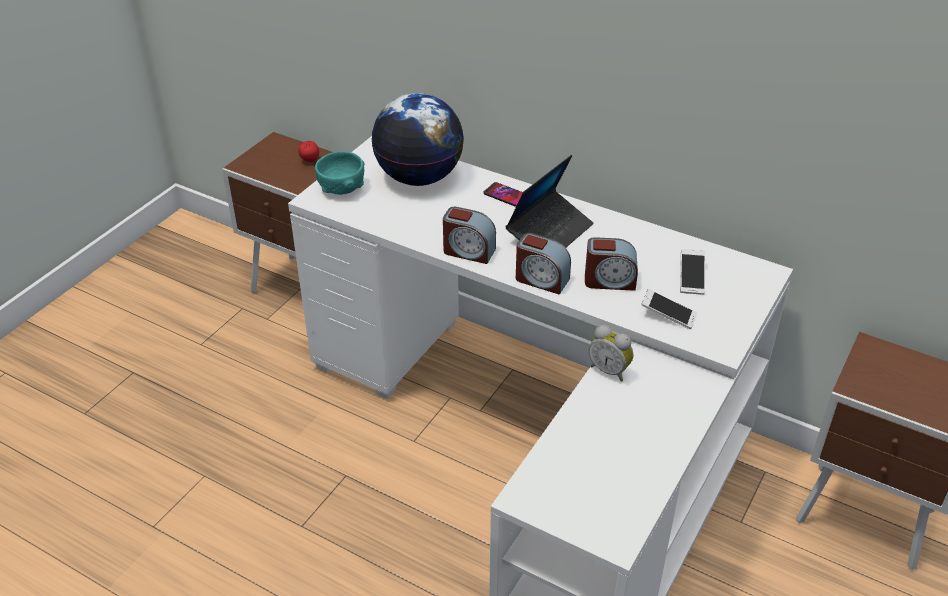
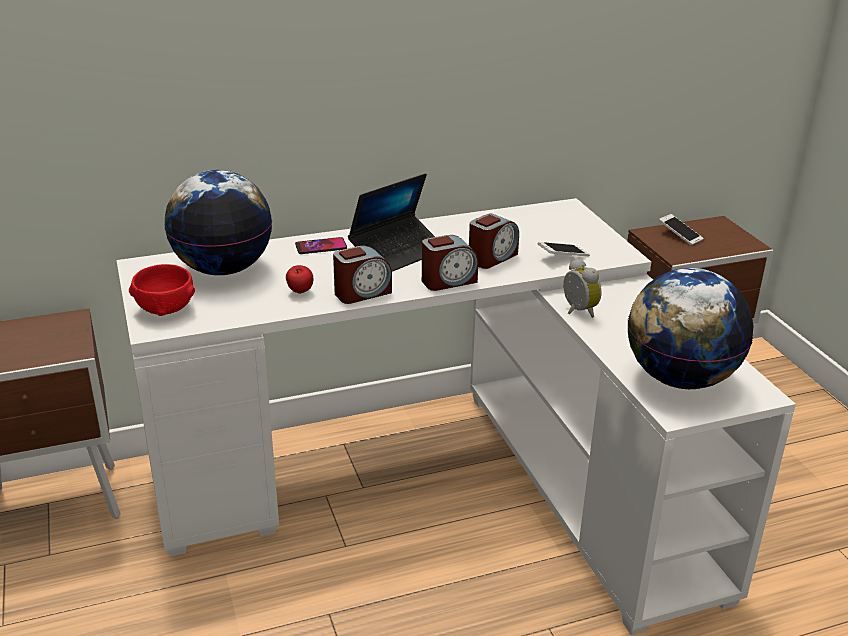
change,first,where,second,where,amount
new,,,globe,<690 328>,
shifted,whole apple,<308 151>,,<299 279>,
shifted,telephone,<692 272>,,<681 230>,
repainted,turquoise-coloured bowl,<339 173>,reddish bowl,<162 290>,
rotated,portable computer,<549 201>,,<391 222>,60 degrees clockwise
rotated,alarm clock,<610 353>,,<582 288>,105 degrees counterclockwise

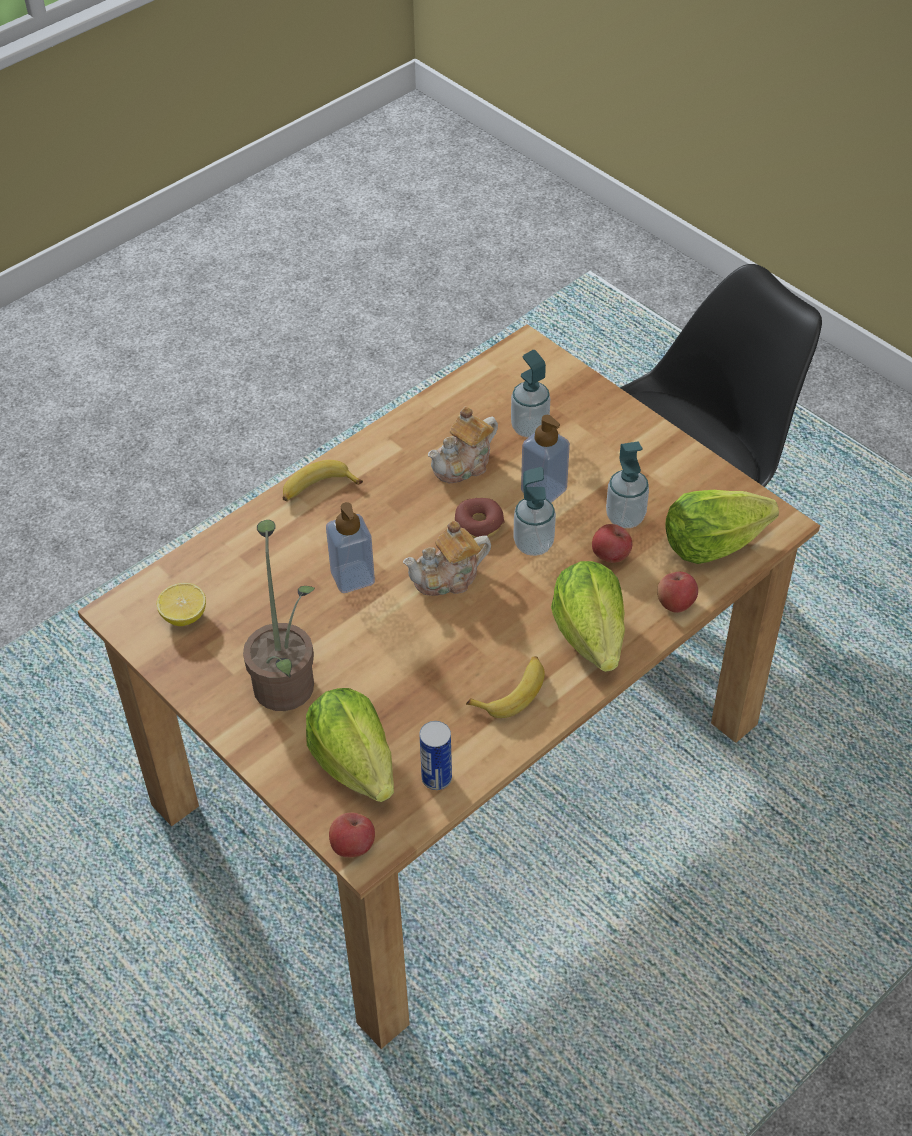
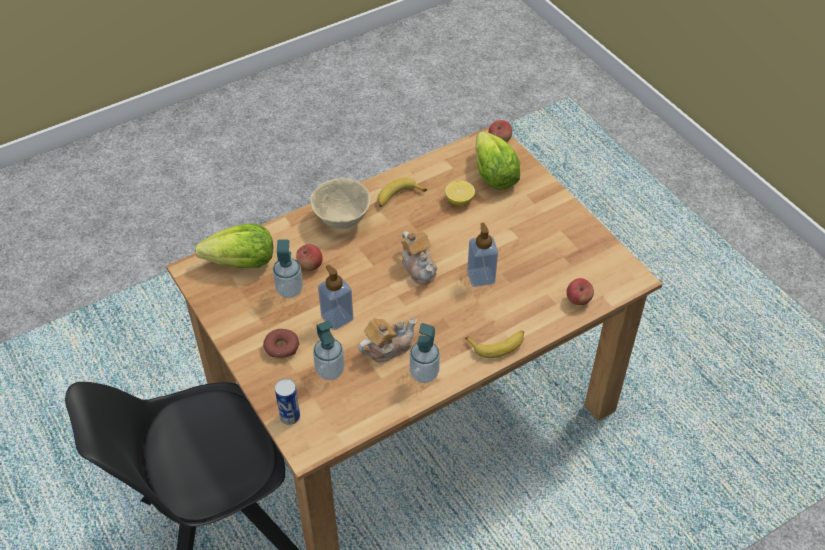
change,first,where,second,where,amount
gone,houseplant,<279 615>,,,
shifted,whole lemon,<181 604>,,<460 192>,
shifted,sealed can,<435 755>,,<287 402>,
shifted,donut,<480 518>,,<281 344>,
shifted,liquid soap bottle,<534 511>,,<425 353>,
shifted,whole apple,<677 592>,,<580 291>,
swapped,head of lettuce,<588 616>,beige-coloured bowl,<340 203>,
rotated,tea pot,<447 558>,,<419 258>,75 degrees clockwise

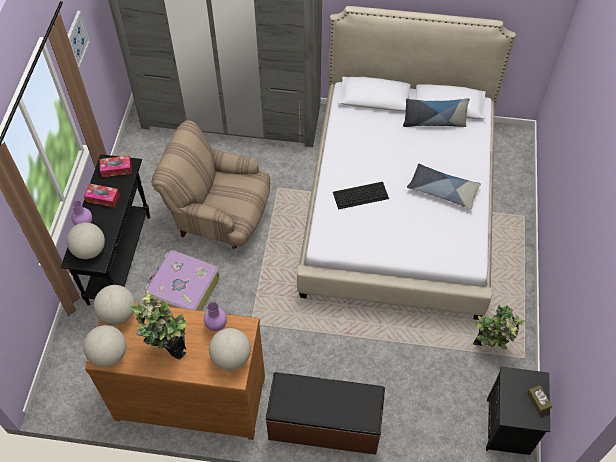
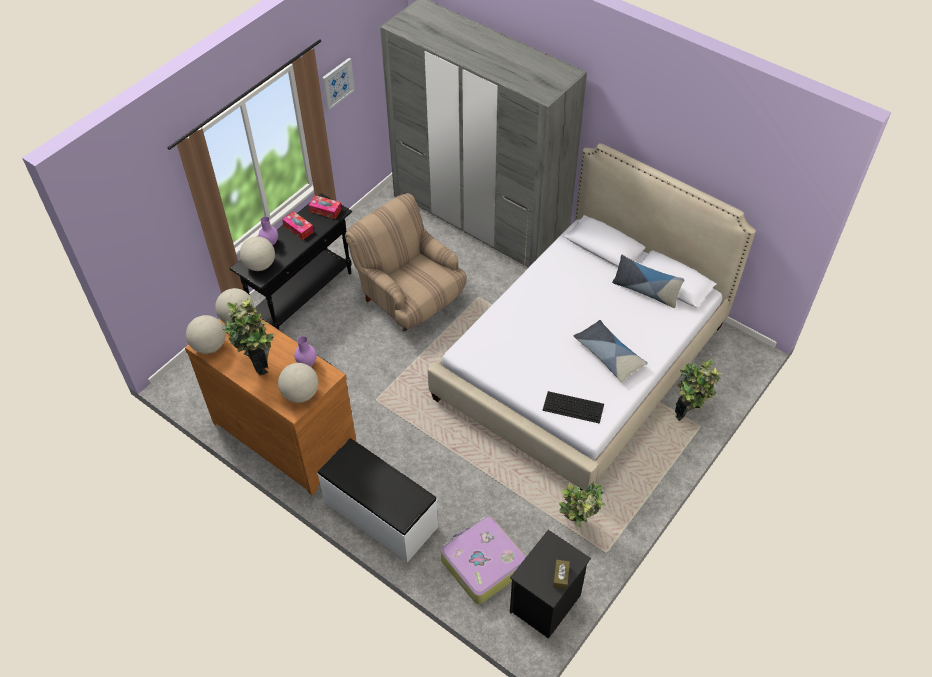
change,first,where,second,where,amount
new,,,houseplant,<698 390>,
shifted,suitcase,<182 280>,,<483 560>,
shifted,computer keyboard,<361 195>,,<573 407>,
repainted,brown long seat,<325 413>,white-coloured long seat,<378 500>,

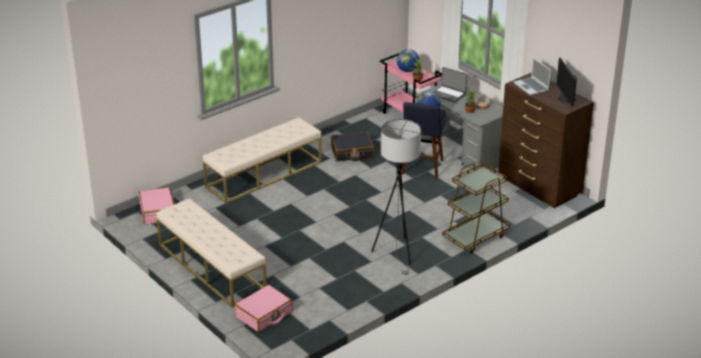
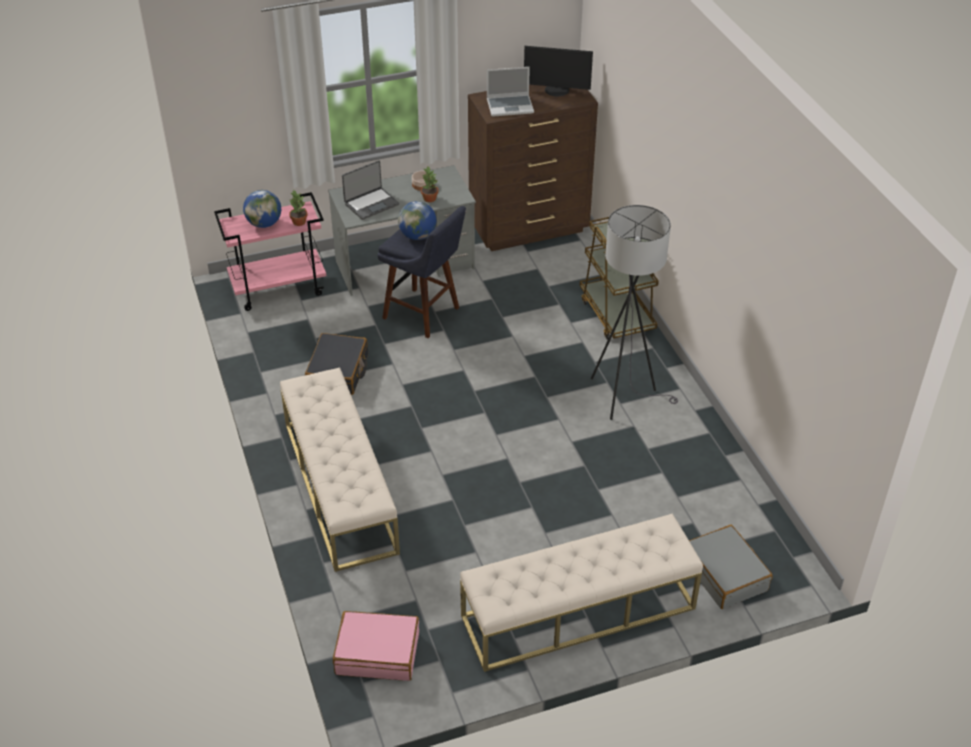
change,first,where,second,where,amount
repainted,pink-coloured suitcase,<263 308>,grey suitcase,<731 567>,

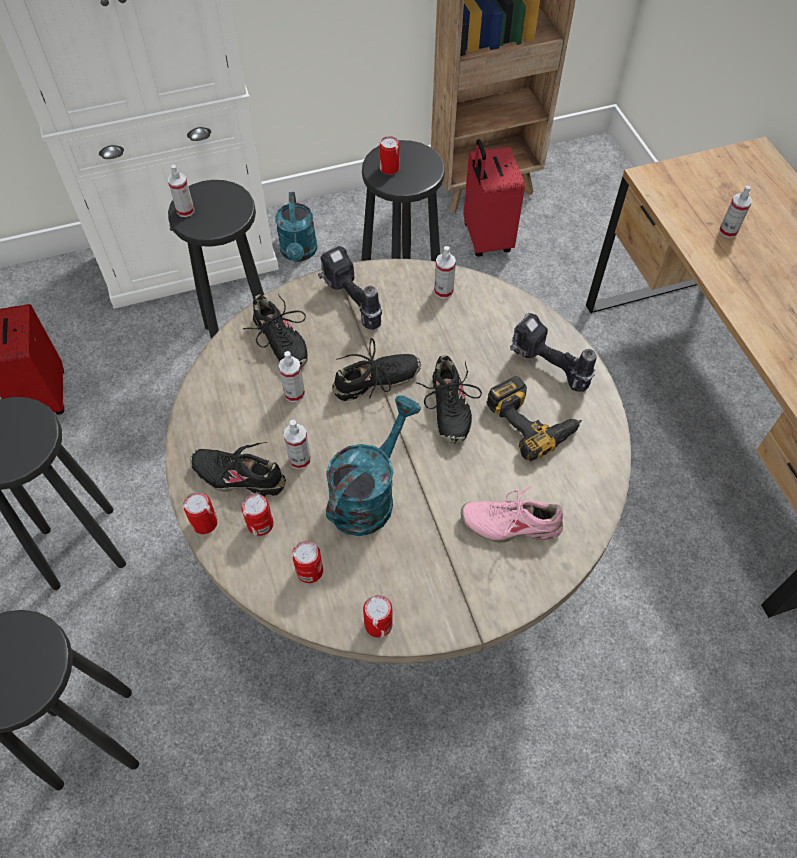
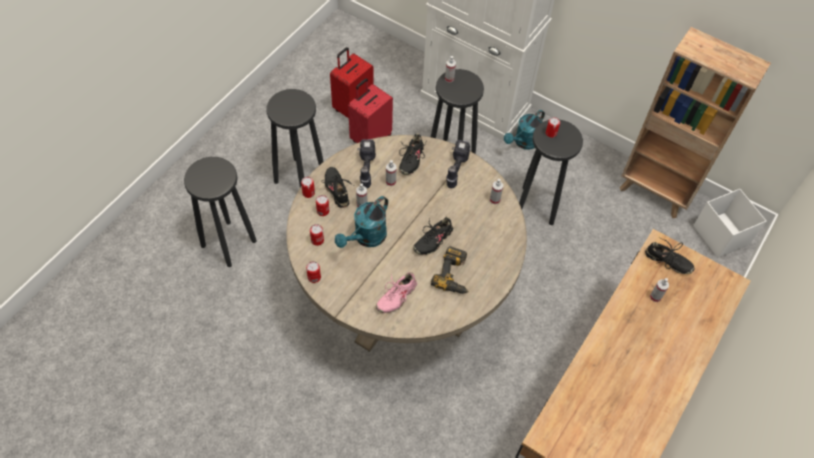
change,first,where,second,where,amount
new,,,white-coloured storage bin,<729 223>,
shifted,black item of footwear,<376 369>,,<670 255>,
shifted,reddish suitcase,<494 198>,,<370 110>,
shifted,electric drill,<553 352>,,<366 163>,
rotated,turquoise-coloured watering can,<373 465>,,<361 222>,135 degrees clockwise
rotated,pink-coloured item of footwear,<512 513>,,<396 292>,105 degrees counterclockwise

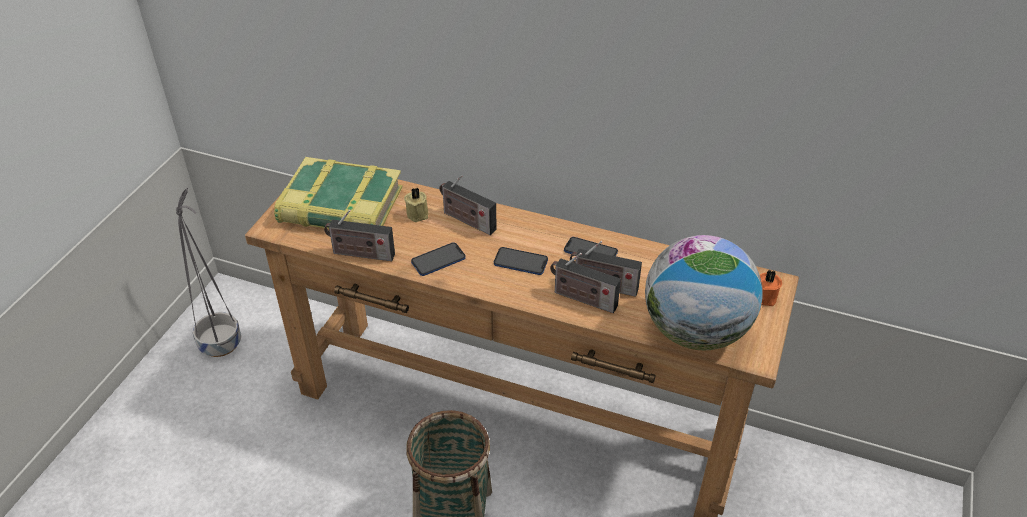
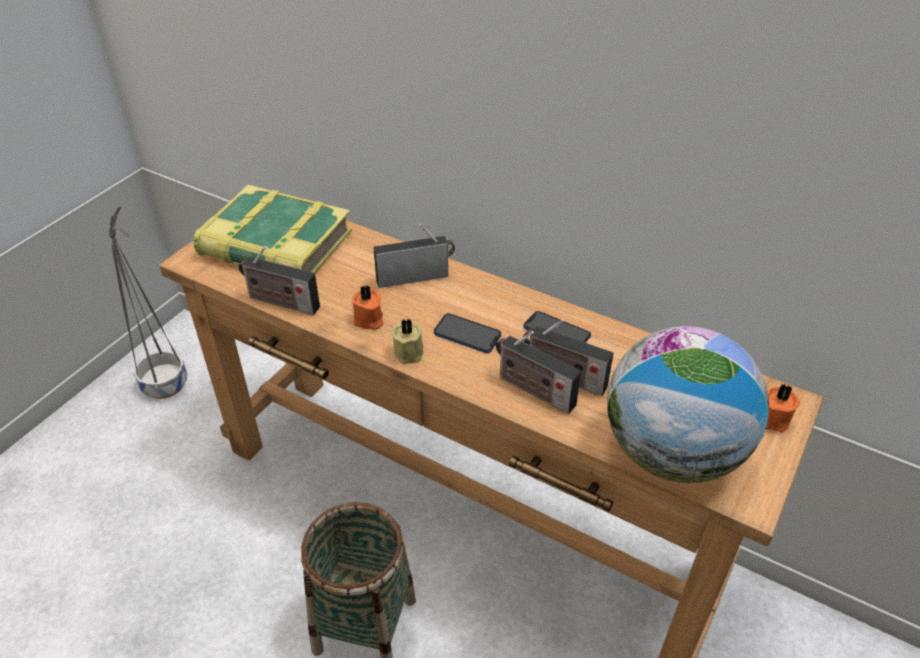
change,first,where,second,where,amount
shifted,beige-coloured candle,<416 205>,,<407 341>,
swapped,telephone,<438 259>,orange candle,<367 307>,
rotated,radio,<468 205>,,<414 256>,120 degrees clockwise

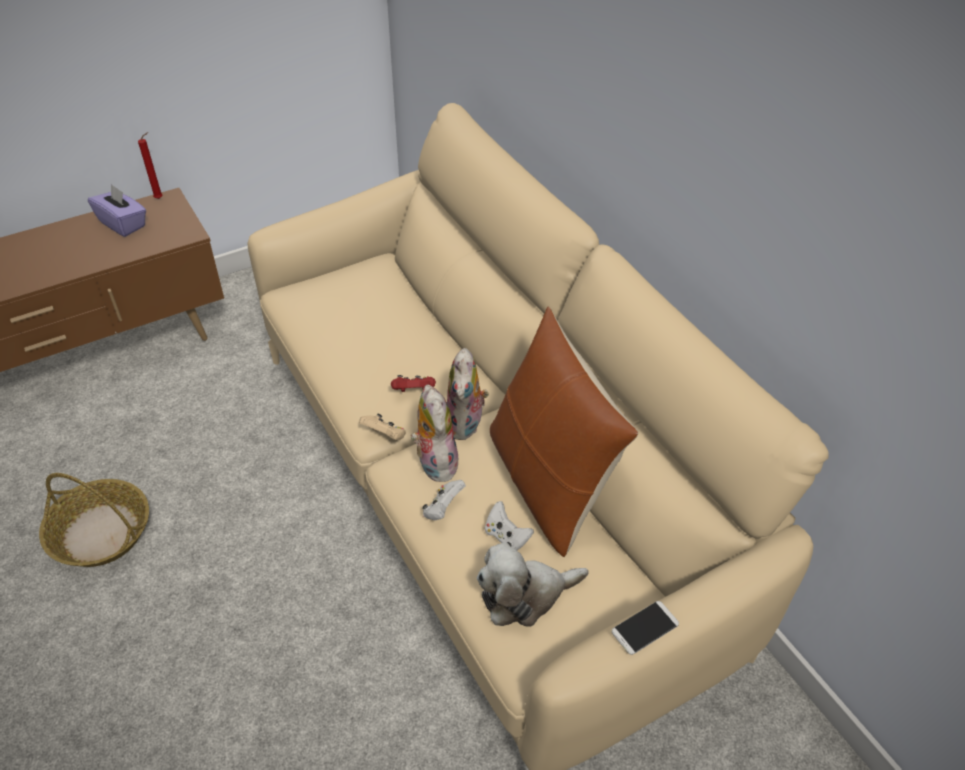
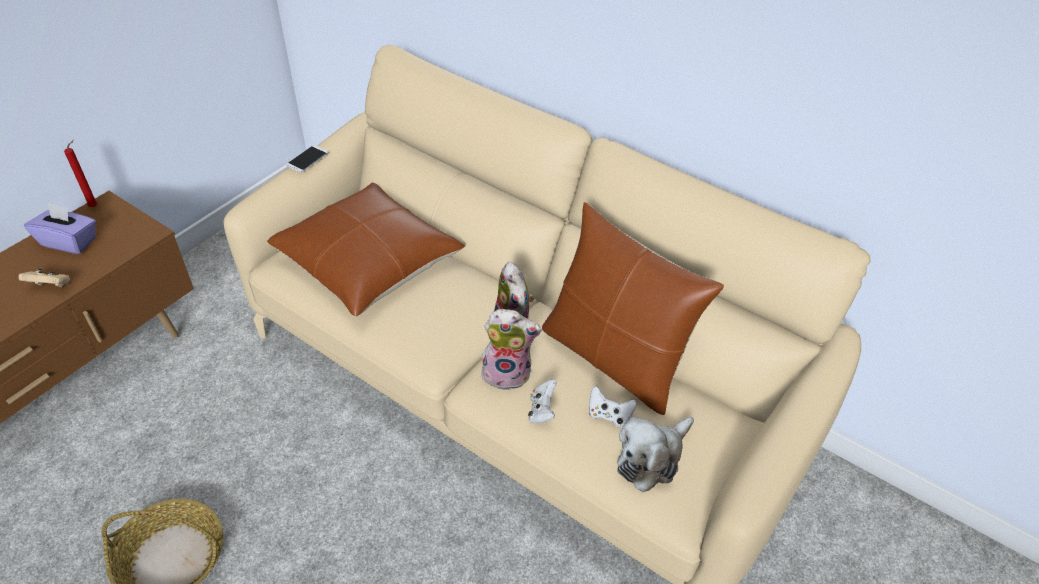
change,first,where,second,where,amount
gone,reddish gamepad,<413 383>,,,
new,,,brown throw pillow,<366 250>,
shifted,beige-coloured gamepad,<382 427>,,<44 278>,
shifted,telephone,<645 628>,,<307 159>,
rotated,cuddly toy,<434 433>,,<511 349>,135 degrees clockwise

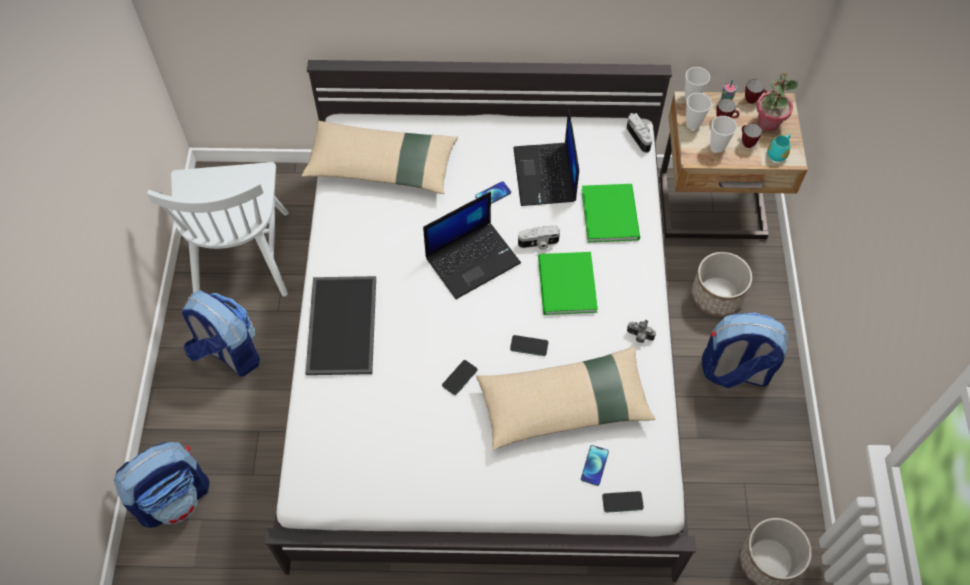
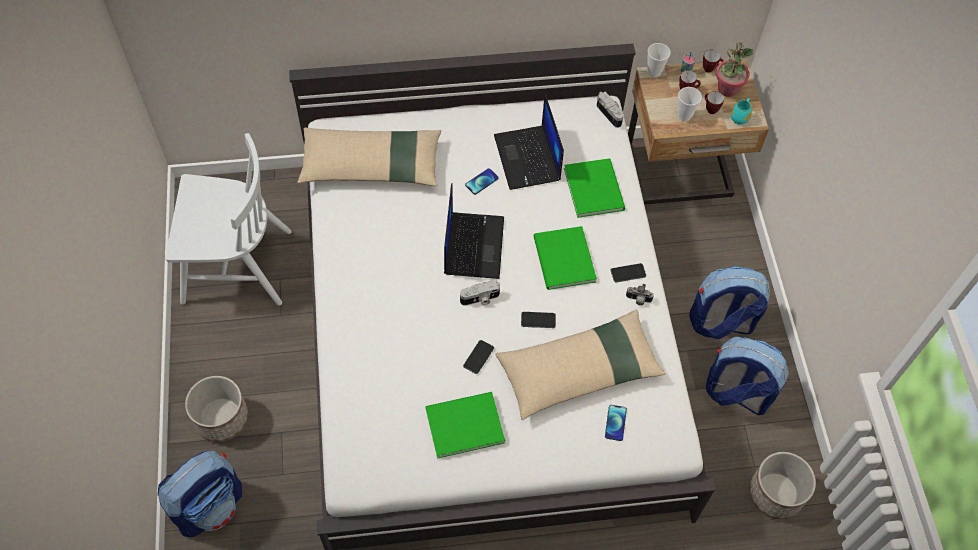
change,first,where,second,where,amount
gone,serving tray,<341 325>,,,
gone,small cup,<699 111>,,,
new,,,greenish book,<465 425>,
shifted,rucksack,<221 333>,,<747 376>,
shifted,photo camera,<539 237>,,<480 293>,
shifted,telephone,<623 501>,,<628 273>,
shifted,plant pot,<722 284>,,<216 409>,
rotated,white-coloured upright chair,<218 229>,,<228 219>,75 degrees counterclockwise
rotated,portable computer,<472 245>,,<474 231>,45 degrees counterclockwise

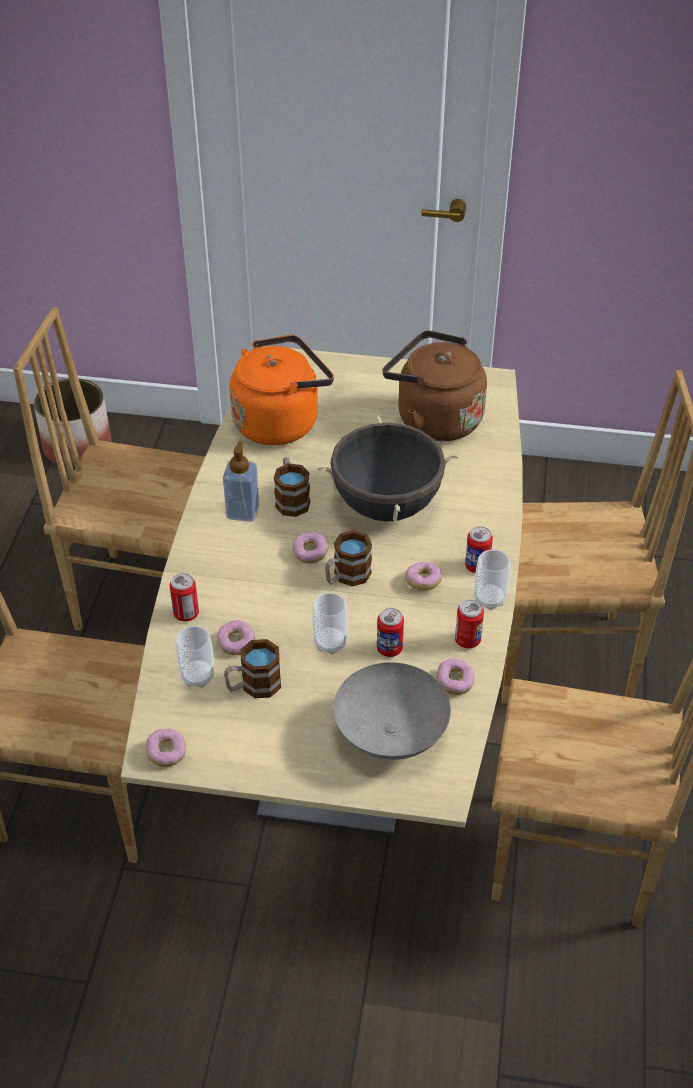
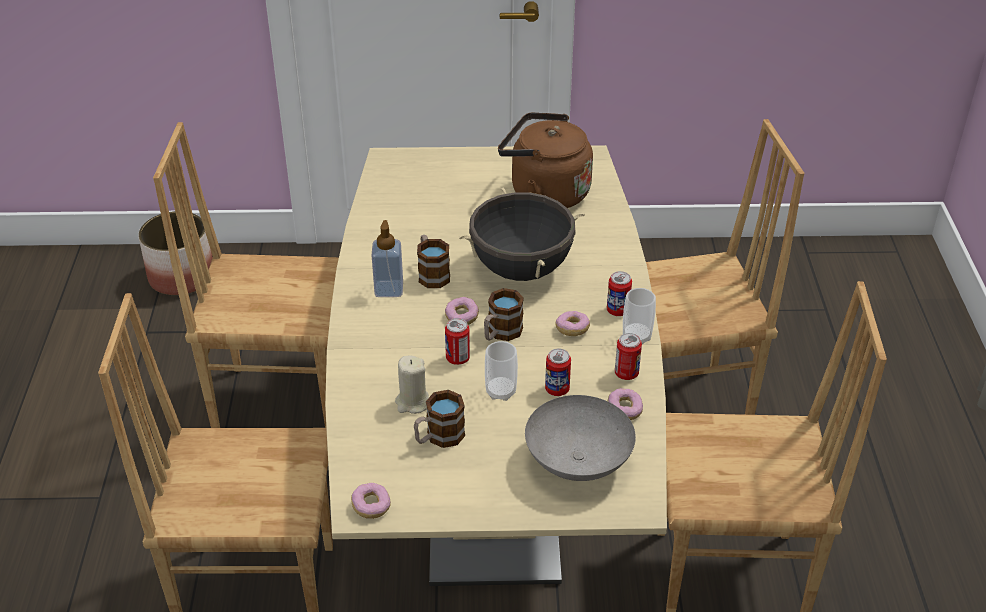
change,first,where,second,where,amount
gone,small cup,<195 657>,,,
gone,orange tea kettle,<281 390>,,,
shifted,sealed can,<184 597>,,<457 341>,
swapped,donut,<236 637>,beige-coloured candle,<412 384>,

